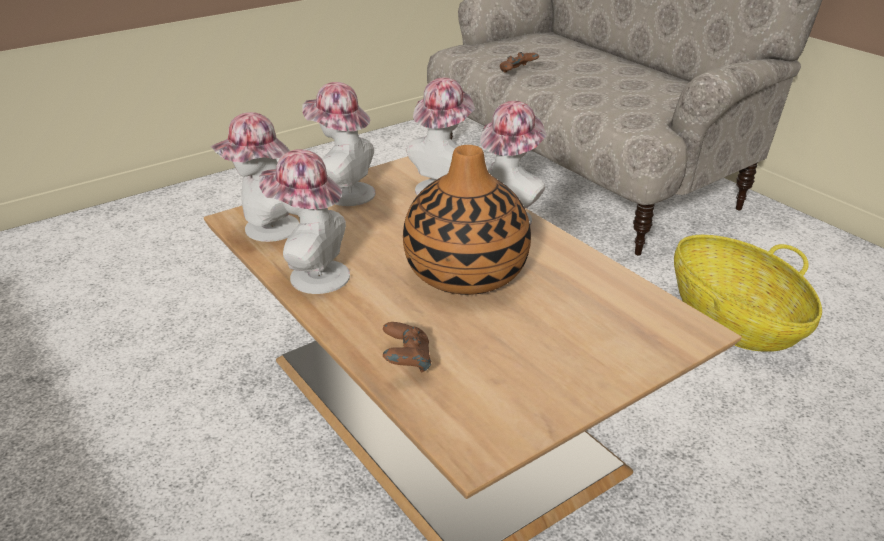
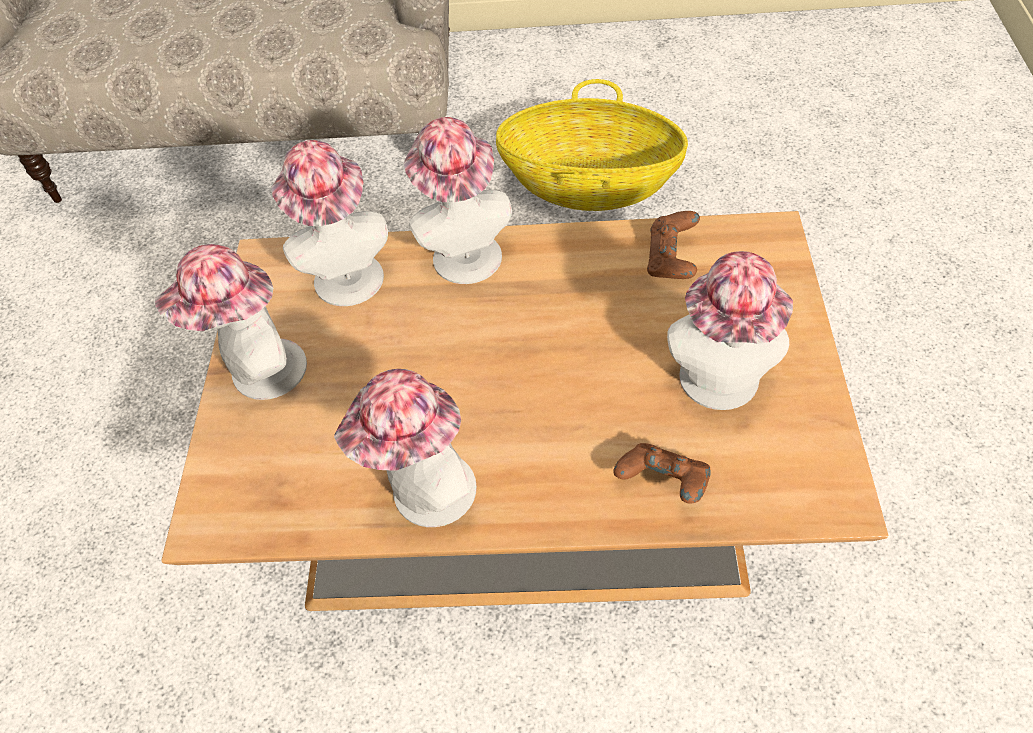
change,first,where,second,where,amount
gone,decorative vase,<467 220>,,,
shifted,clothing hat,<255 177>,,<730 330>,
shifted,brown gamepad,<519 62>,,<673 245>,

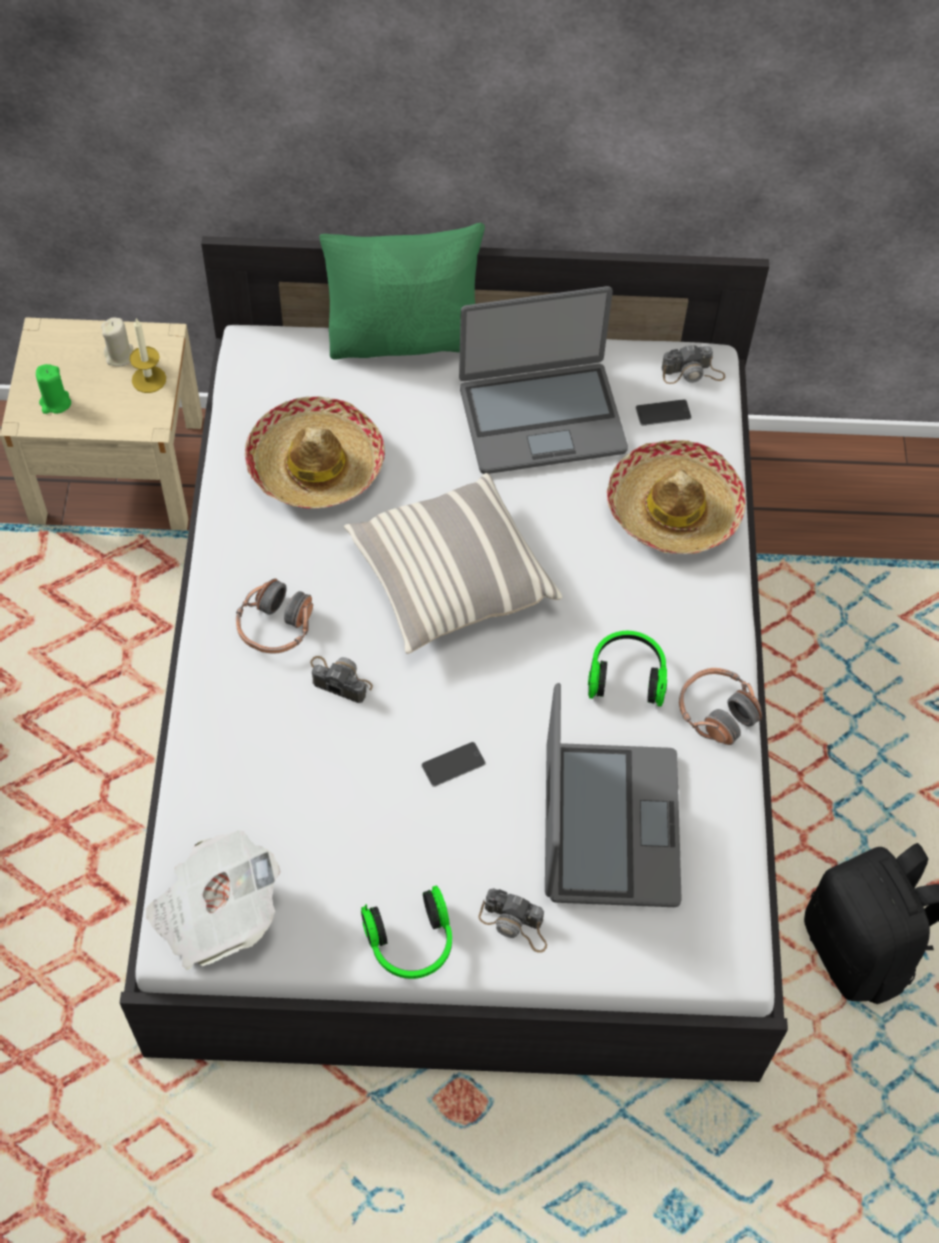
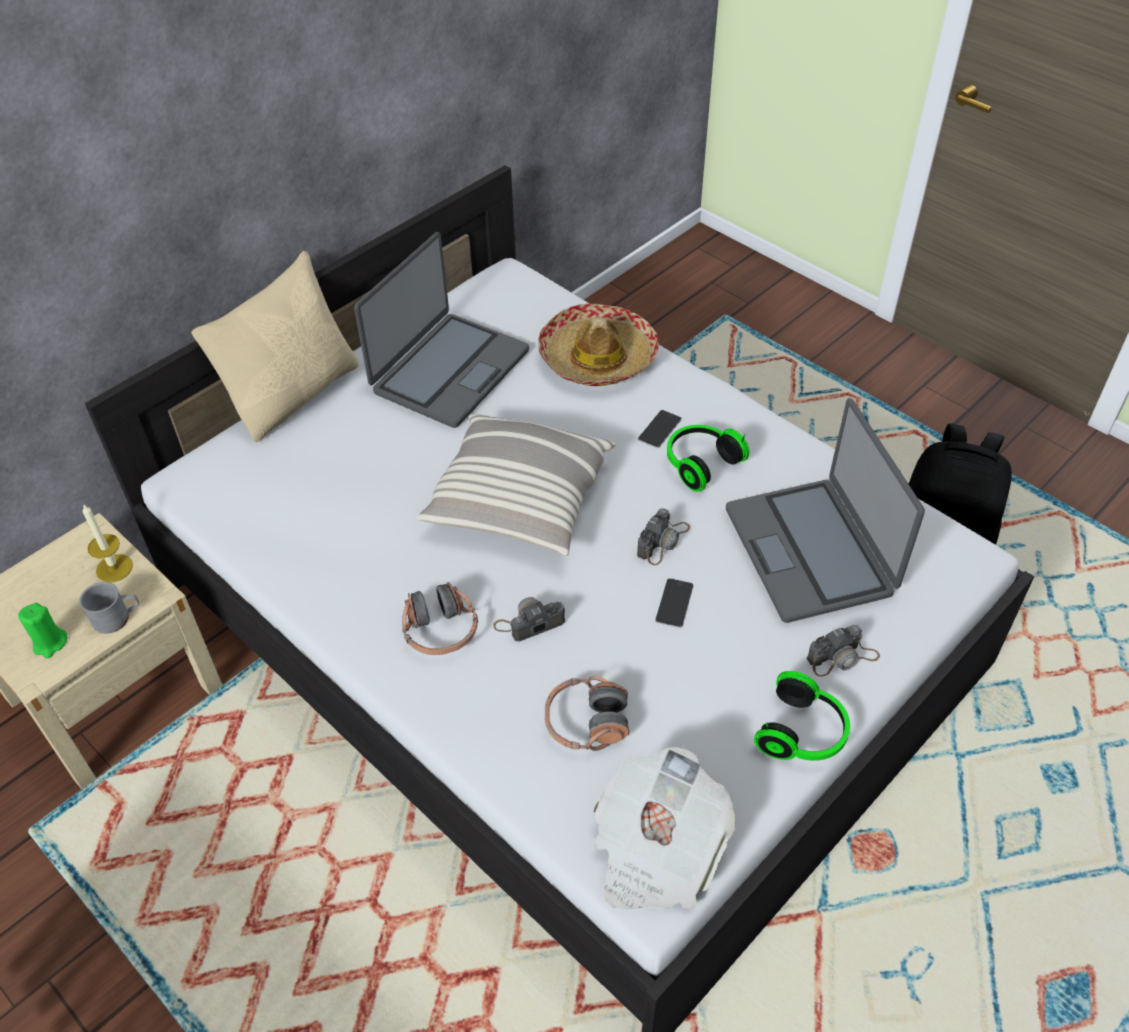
change,first,where,second,where,amount
gone,beige-coloured candle,<117 341>,,,
gone,clothing hat,<315 452>,,,
new,,,grey mug,<109 608>,
shifted,telephone,<663 412>,,<660 429>,
shifted,photo camera,<693 364>,,<663 536>,
shifted,headset,<720 706>,,<587 713>,
repainted,greenish throw pillow,<402 291>,beige-coloured throw pillow,<275 346>,
rotated,portable computer,<613 795>,,<825 510>,150 degrees counterclockwise

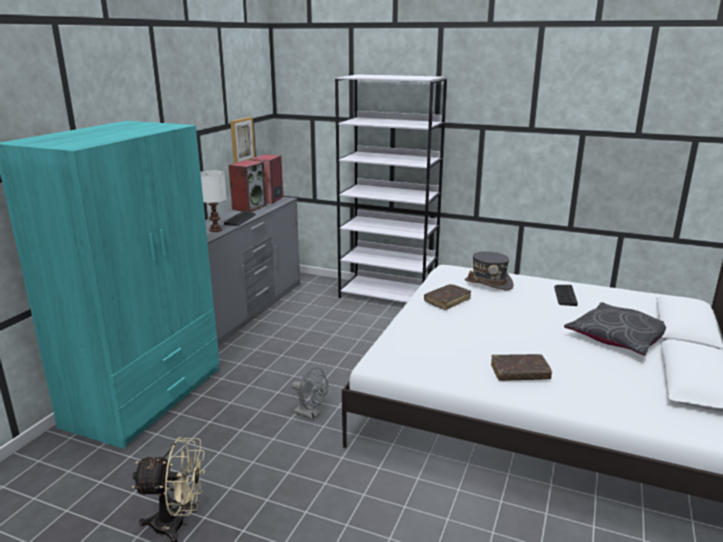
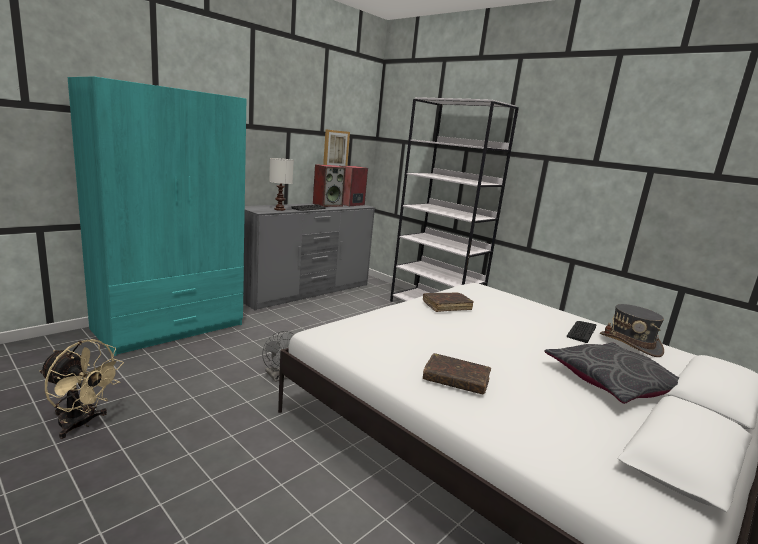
change,first,where,second,where,amount
shifted,grey clothing hat,<489 270>,,<632 330>,

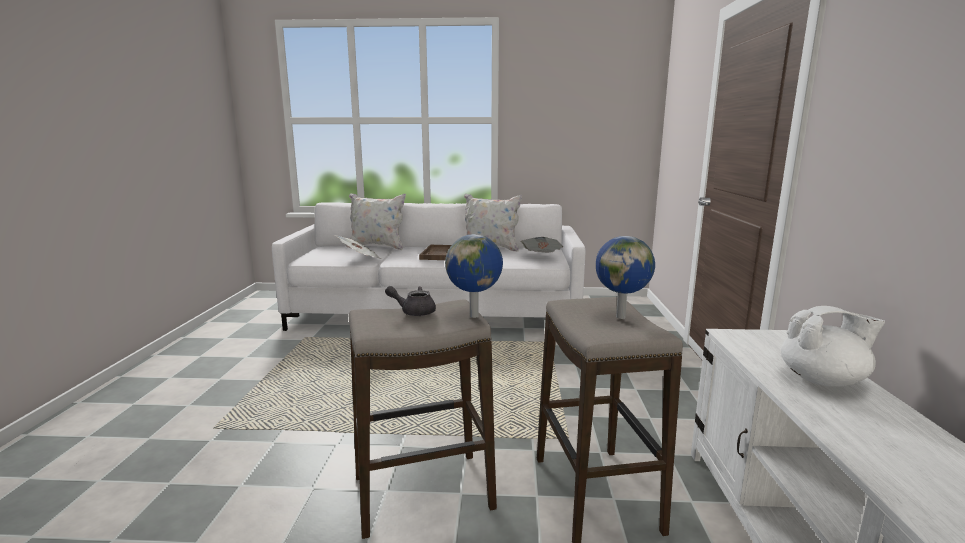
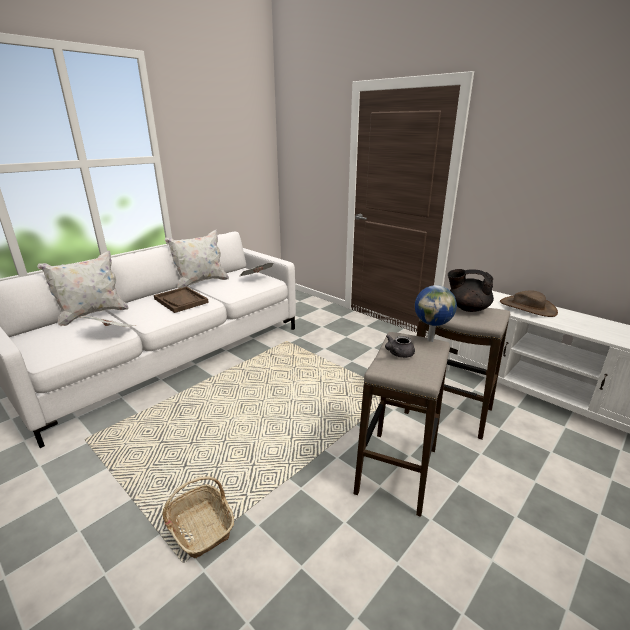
change,first,where,second,where,amount
new,,,basket,<198 517>,
swapped,globe,<625 277>,black tea pot,<471 290>,
swapped,white-coloured tea pot,<833 346>,brown clothing hat,<529 303>,

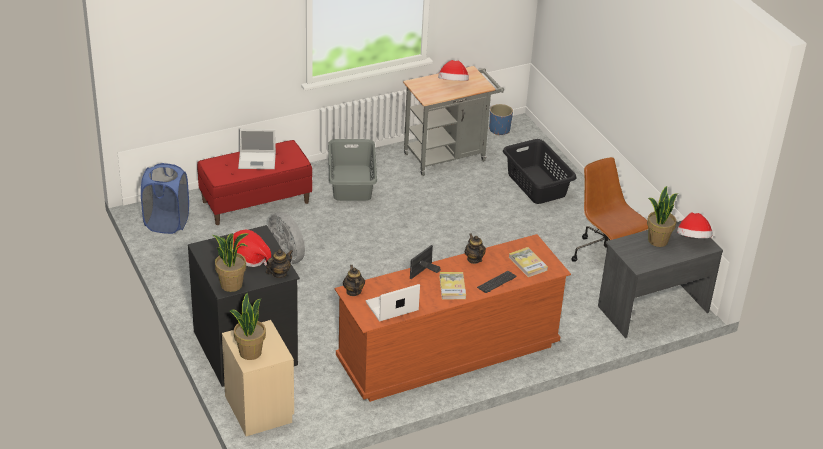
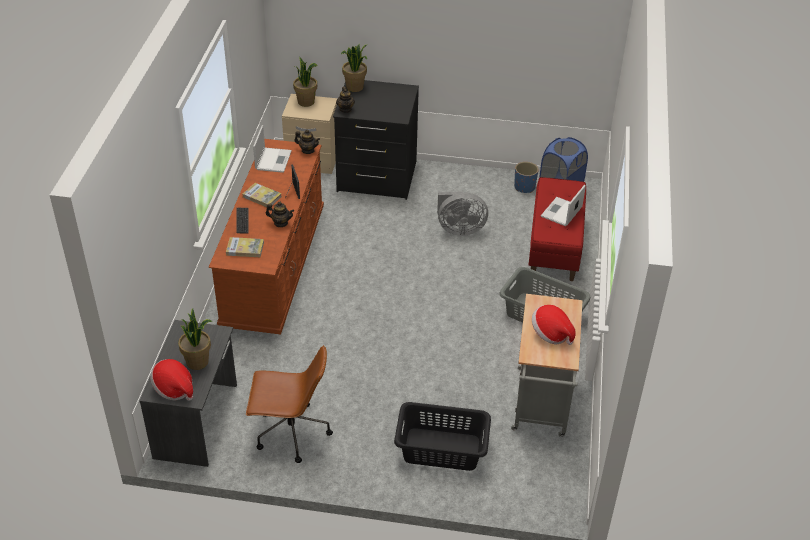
change,first,where,second,where,amount
gone,clothing hat,<252 248>,,,
shifted,blue-coloured plant pot,<501 119>,,<526 177>,

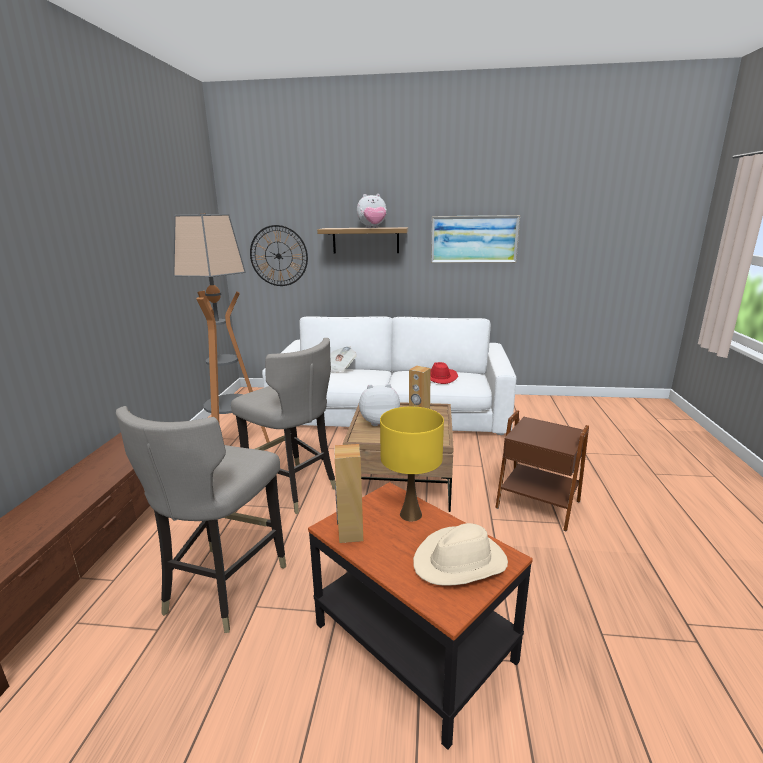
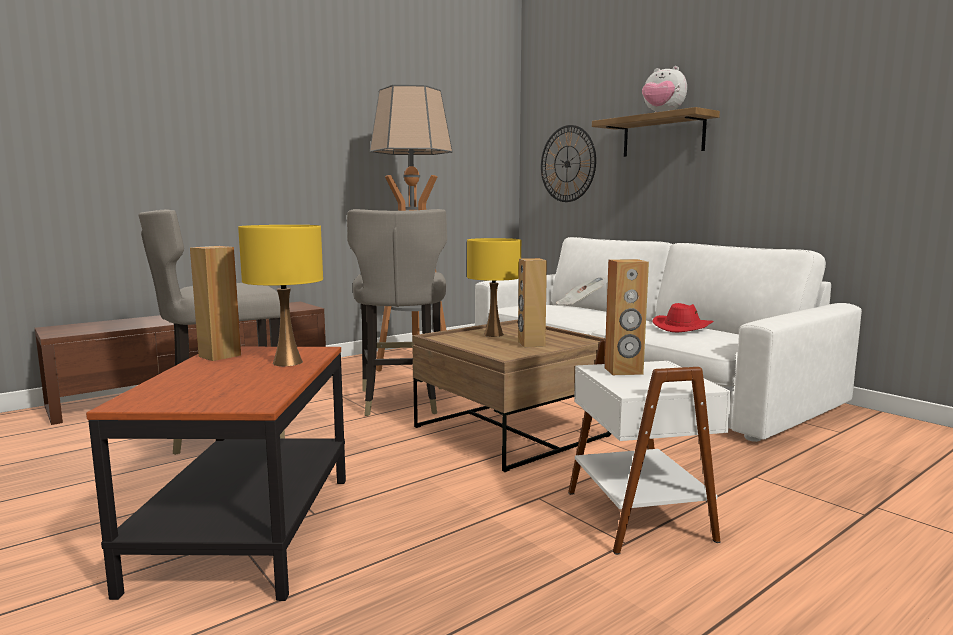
change,first,where,second,where,amount
gone,beige-coloured clothing hat,<460 554>,,,
gone,wall picture,<475 239>,,,
new,,,brown speaker,<626 317>,
swapped,cuddly toy,<379 405>,yellow-coloured table lamp,<494 287>,
repainted,brown end table,<542 470>,white-coloured end table,<649 447>,

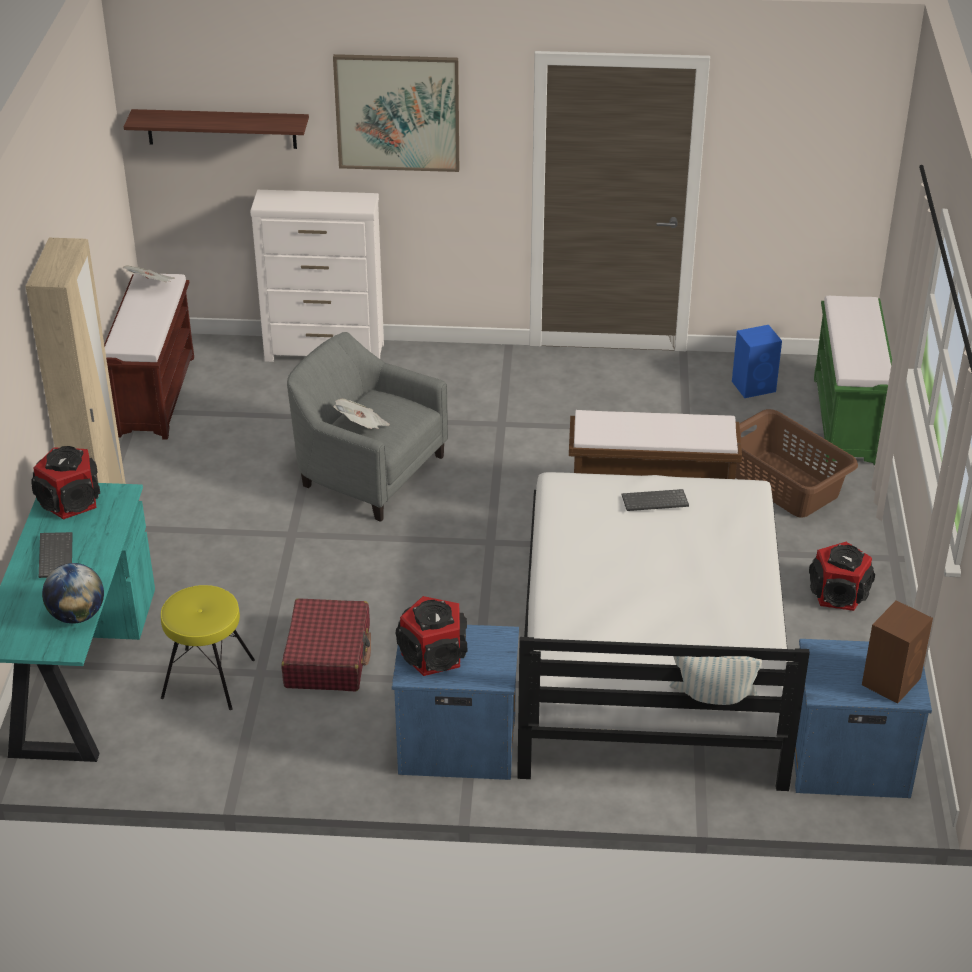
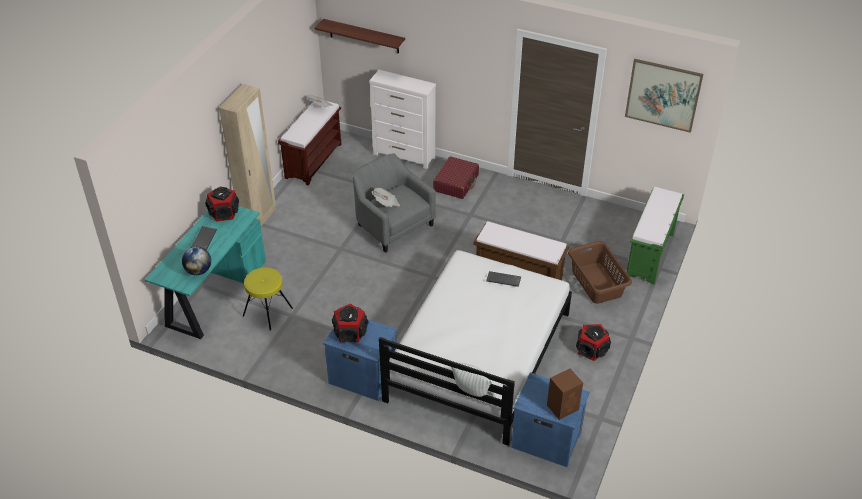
change,first,where,second,where,amount
gone,blue-coloured speaker,<757 361>,,,
shifted,reddish suitcase,<326 644>,,<456 177>,
shifted,wall picture,<396 113>,,<664 96>,

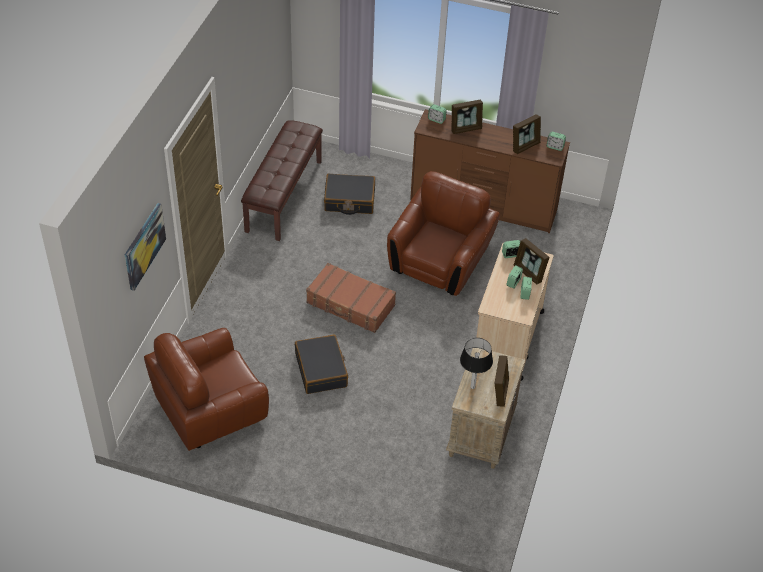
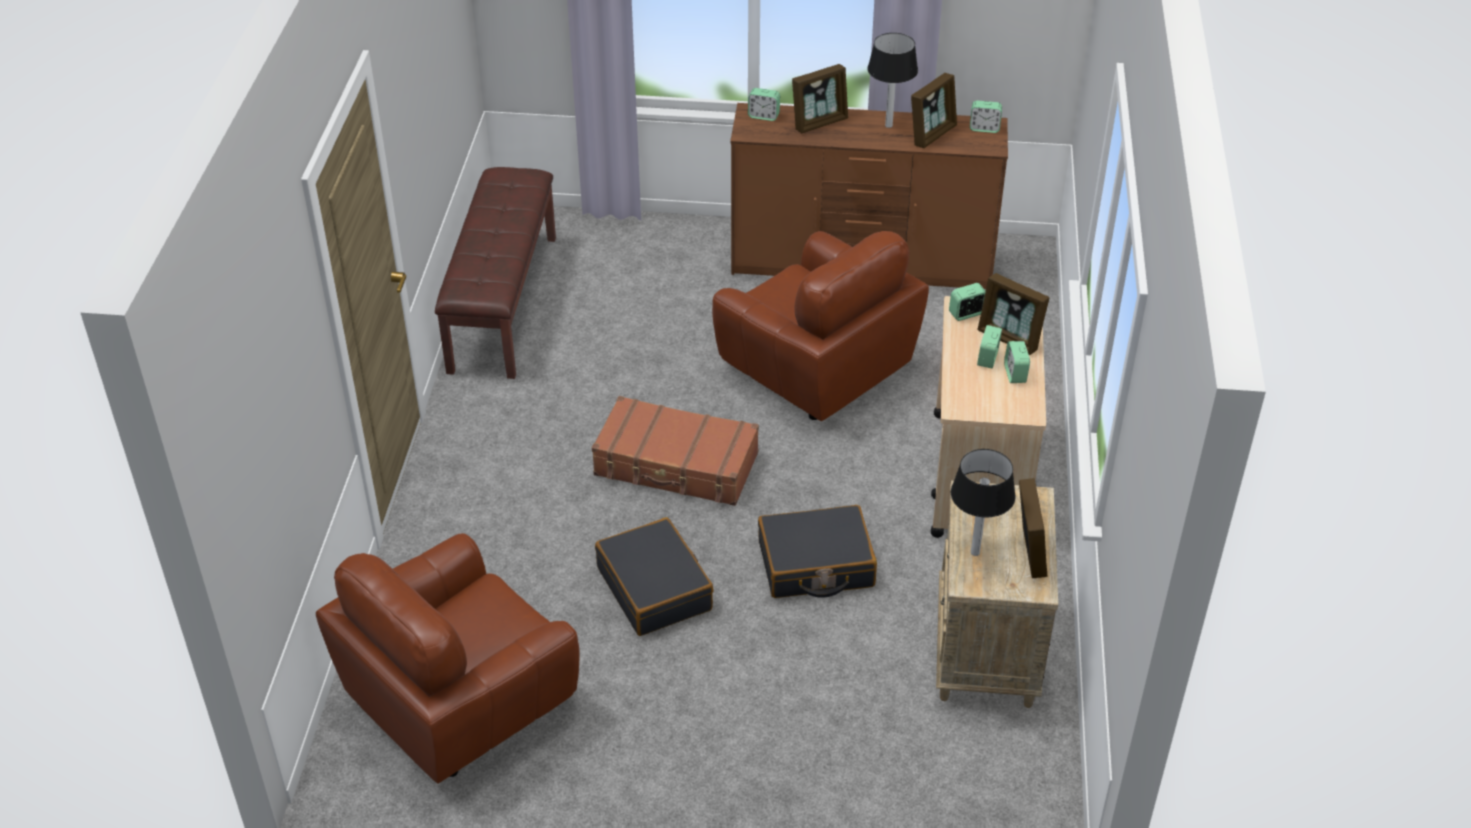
change,first,where,second,where,amount
gone,wall picture,<145 247>,,,
new,,,table lamp,<892 80>,
shifted,black suitcase,<349 194>,,<817 551>,
rotated,brown easy chair,<443 233>,,<820 326>,120 degrees clockwise

